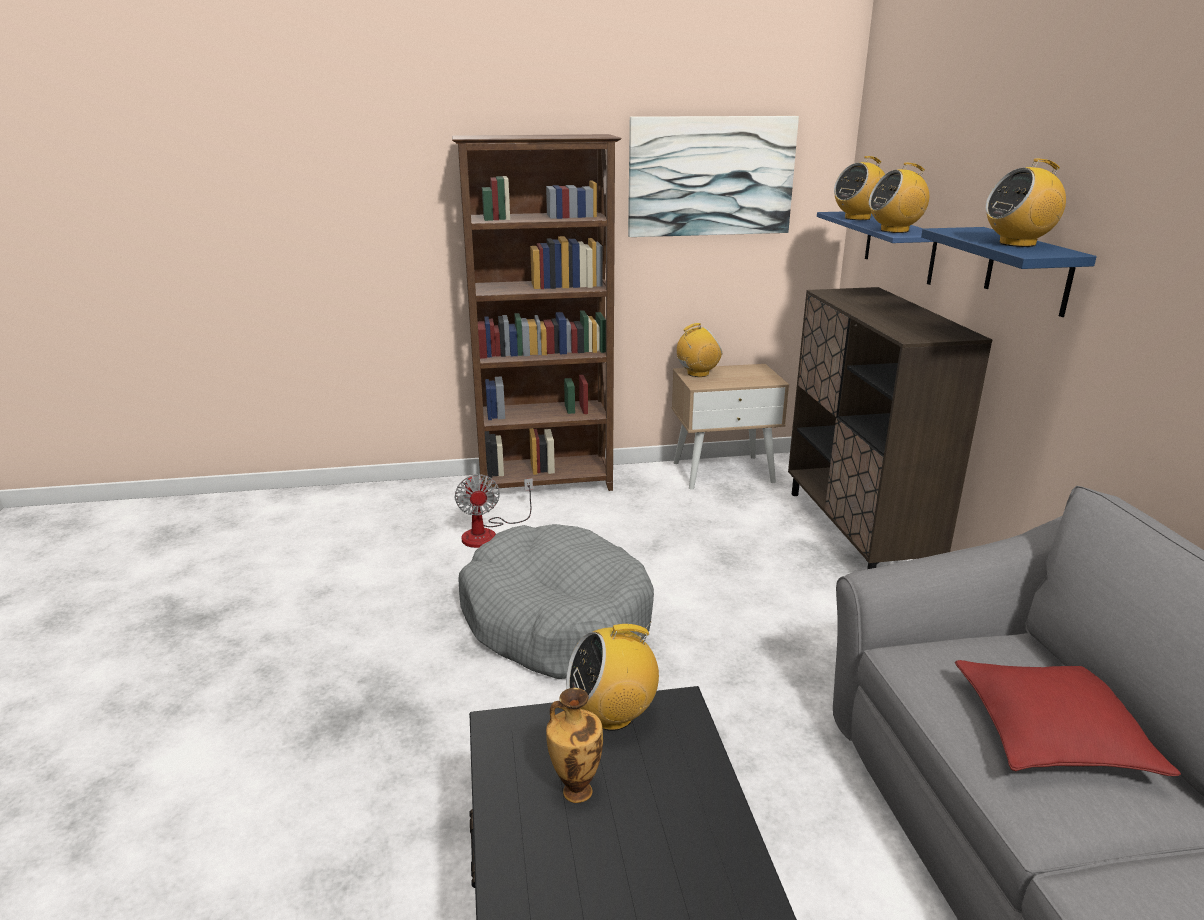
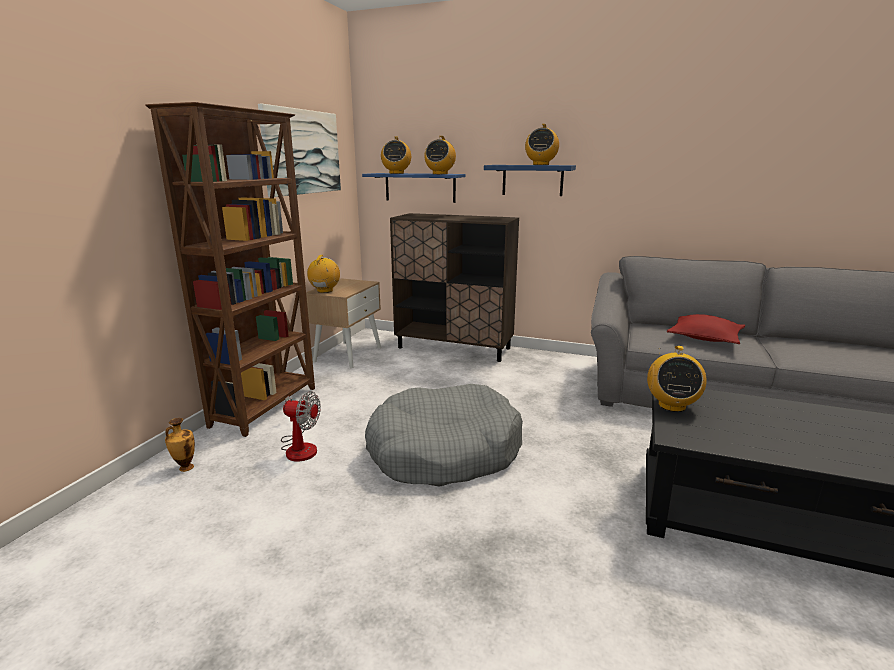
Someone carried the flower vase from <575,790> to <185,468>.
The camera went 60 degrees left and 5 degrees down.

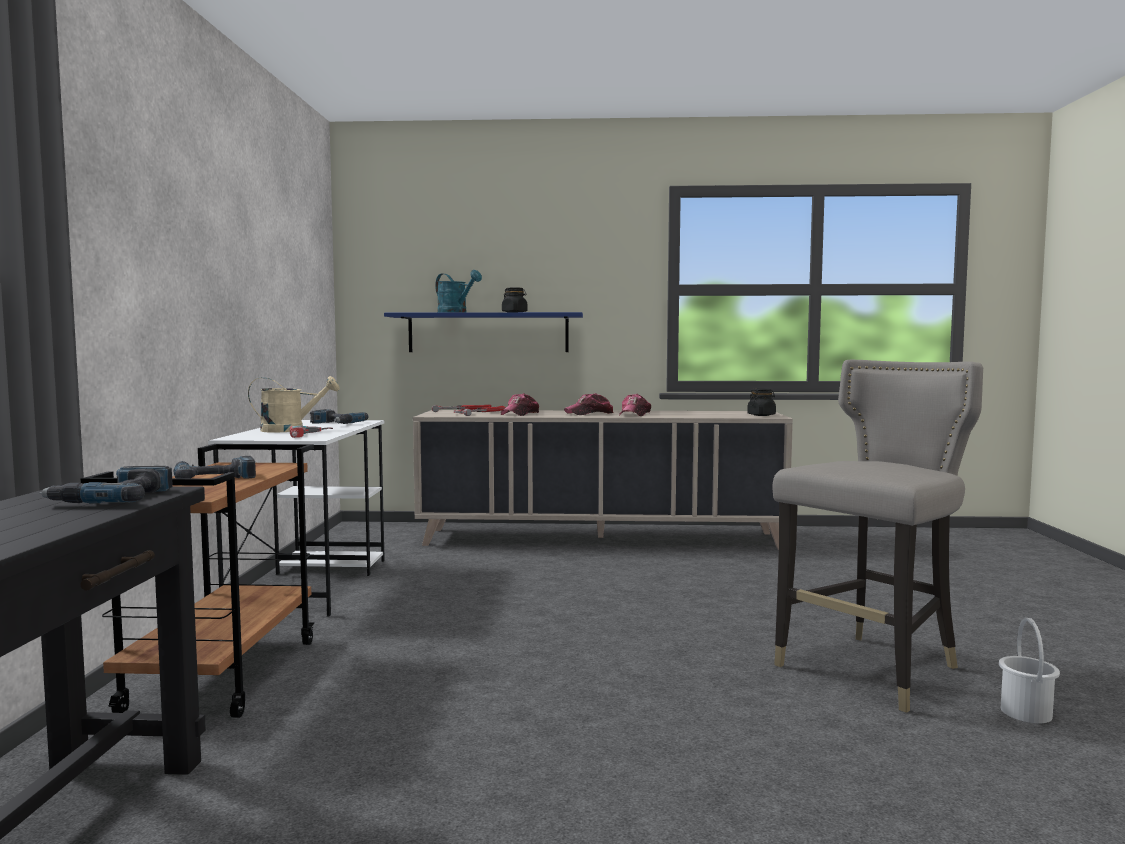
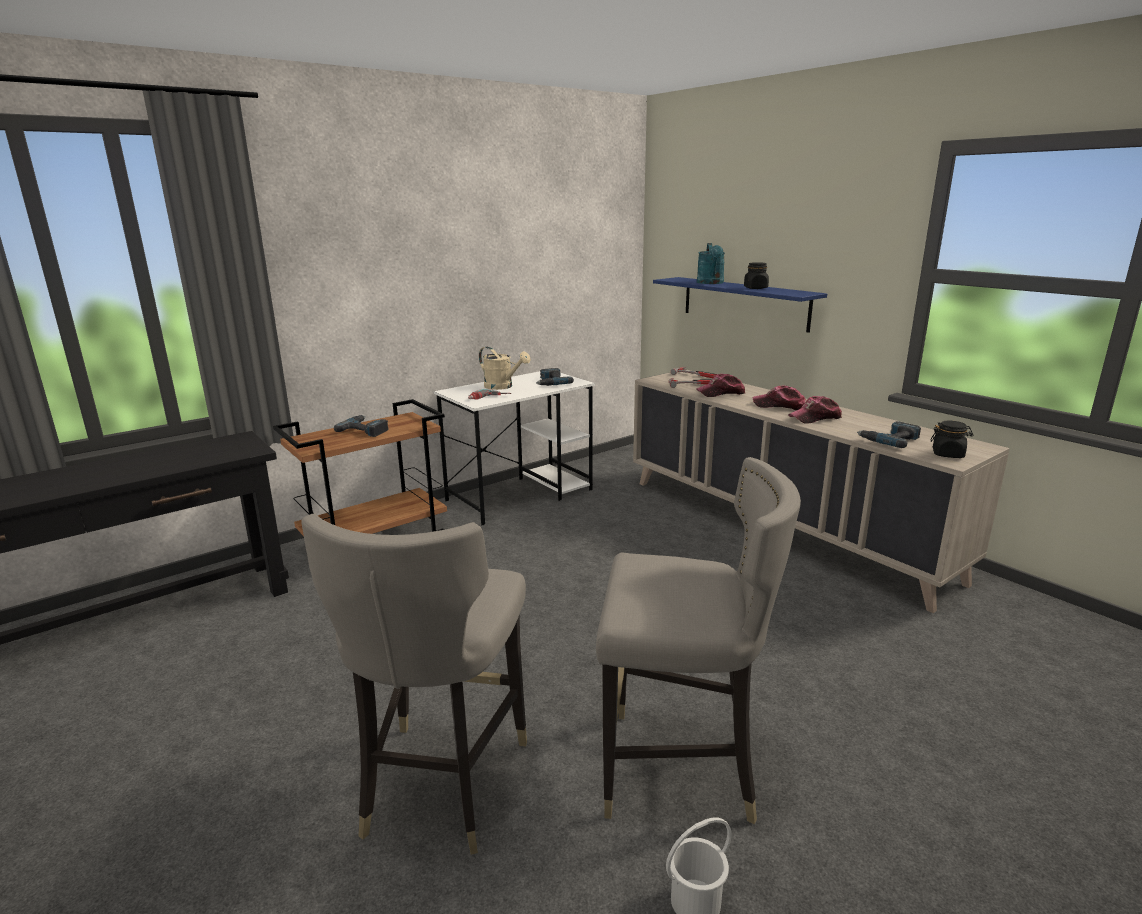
Someone carried the power drill from <114,498> to <890,440>.
Someone put down the stool seat (greyish) at <441,785>.
The camera went 50 degrees right and 15 degrees up.

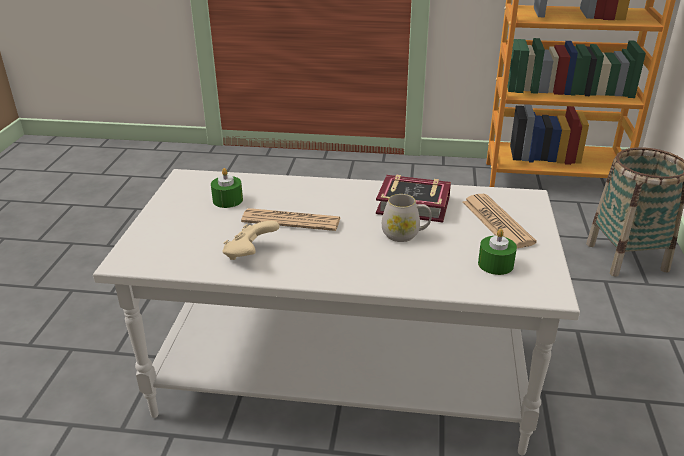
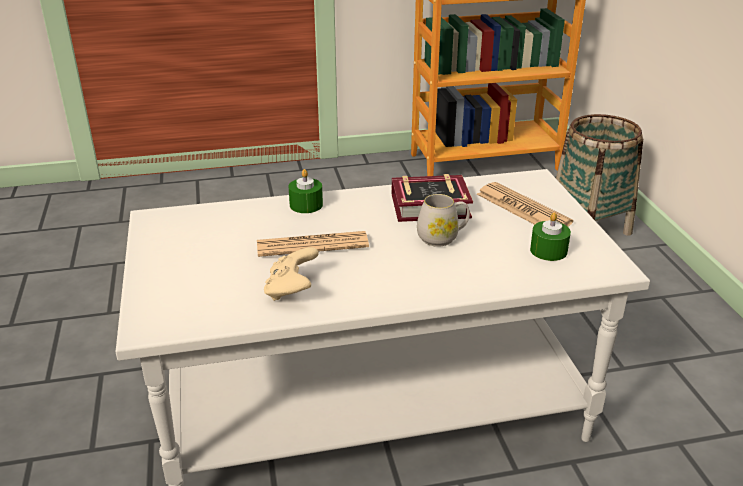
Someone carried the wax light (greenish) from <227,200> to <306,205>.
The camera went 20 degrees left and 0 degrees up.

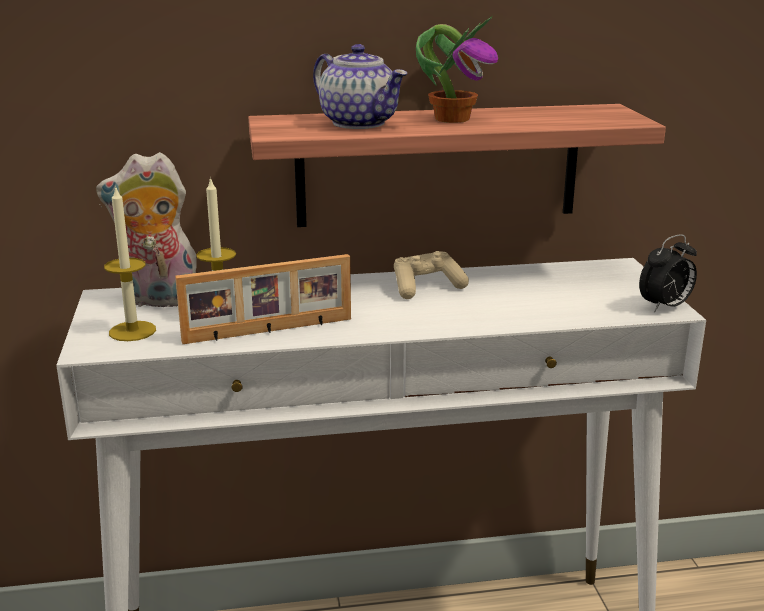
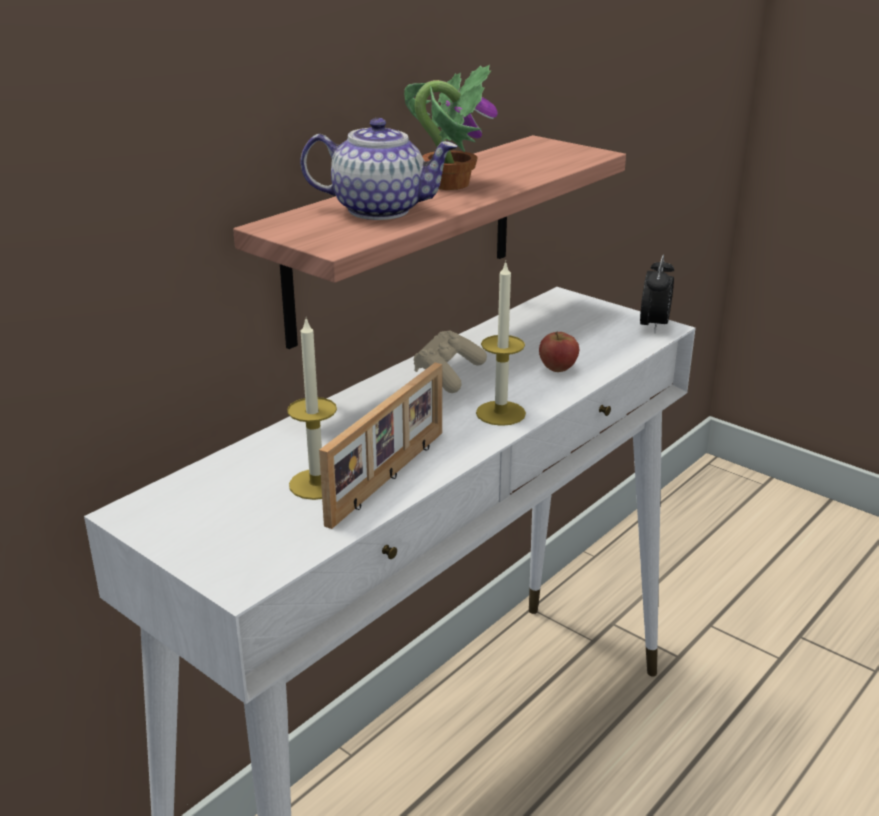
Someone took away the soft toy at <158,300>.
Someone carried the wax light from <132,331> to <500,413>.
Someone put down the whole apple at <558,368>.
The camera went 40 degrees left and 5 degrees up.

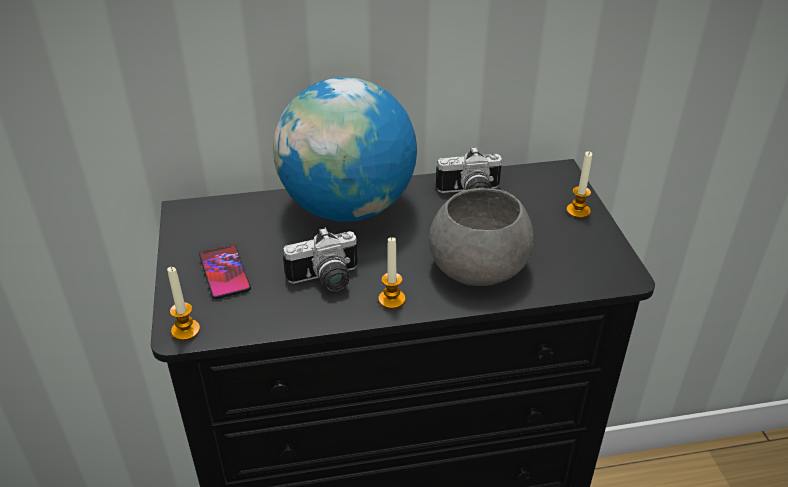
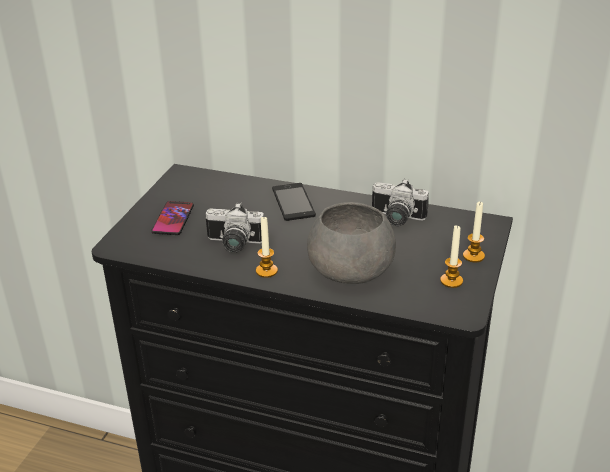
Someone swapped the globe at <347,208> for the telephone at <293,202>.
Someone carried the wax light from <185,330> to <451,281>.
The camera went 30 degrees right and 5 degrees down.

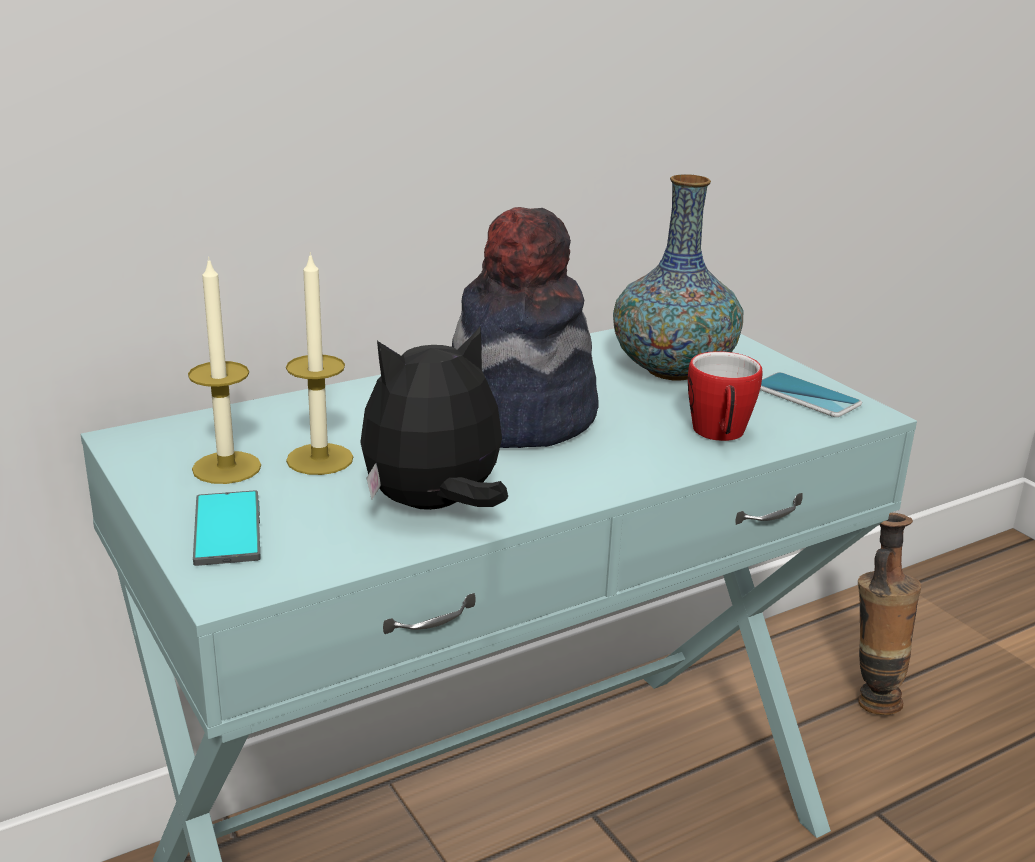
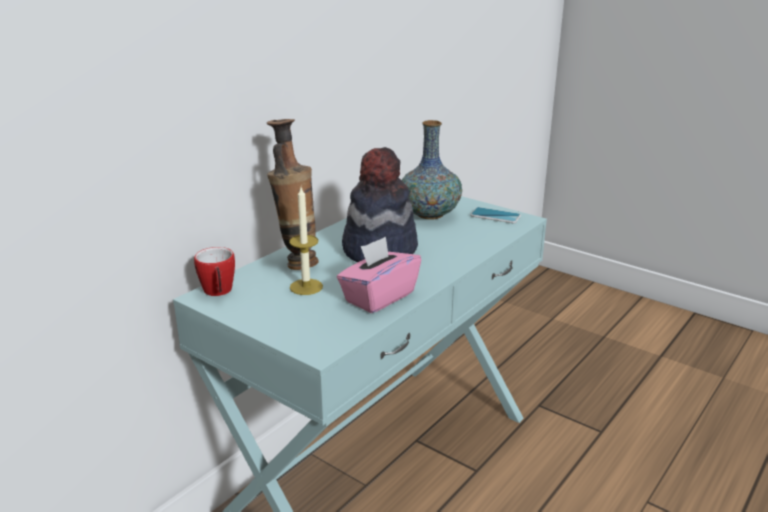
Someone took away the wax light at <226,467>.
Someone swapped the soft toy at <435,507> for the box of tissues (pink-coloured) at <379,297>.
Someone carried the mug from <719,435> to <218,292>.
Someone took away the telephone at <227,529>.
Someone carried the flower vase from <870,697> to <297,262>.
The camera went 20 degrees left and 0 degrees up.

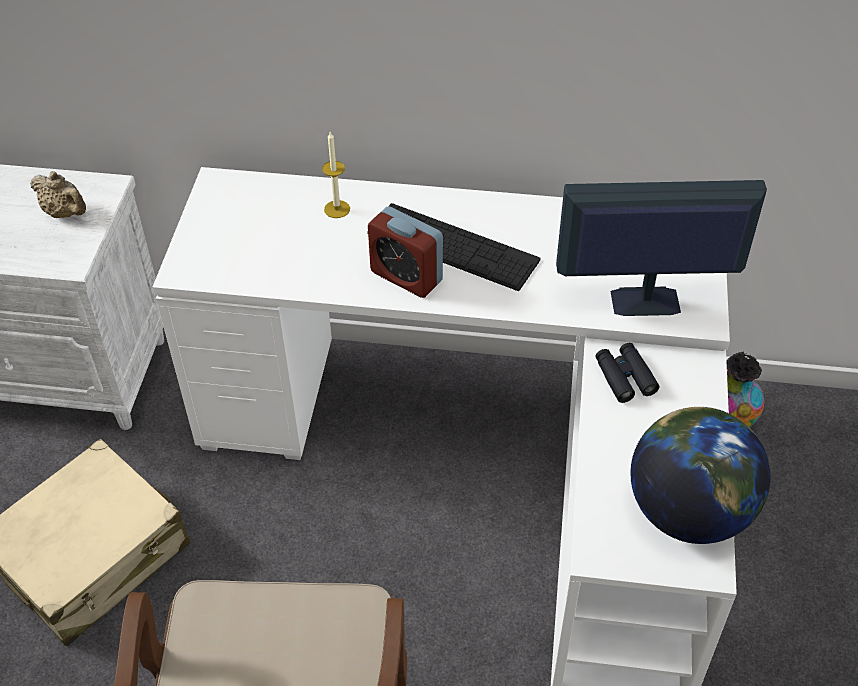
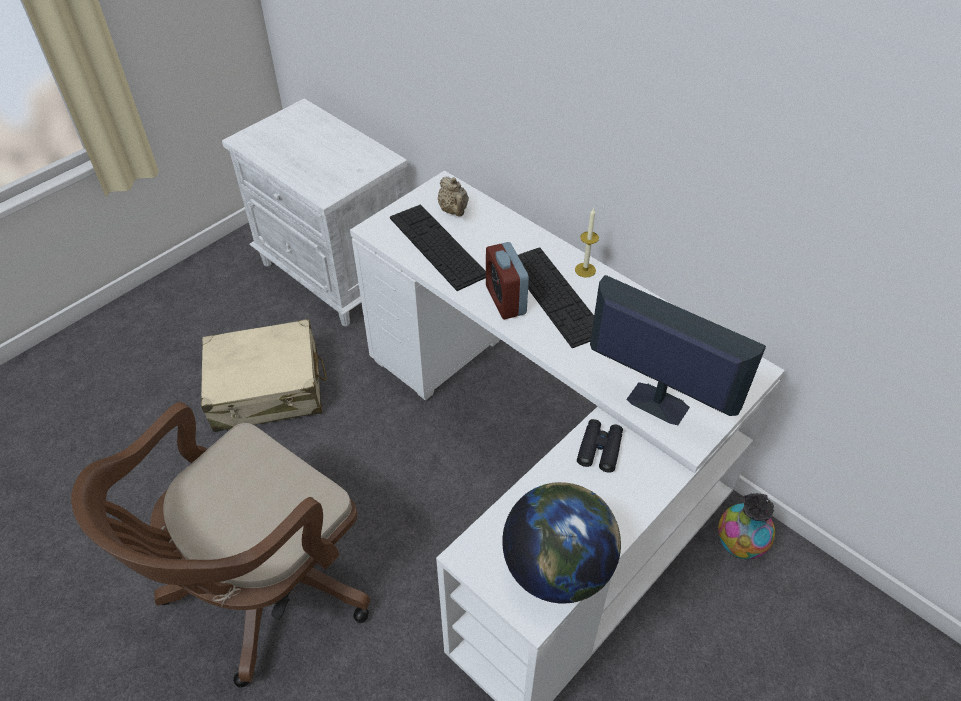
Someone carried the wax light from <337,209> to <585,270>.
Someone carried the pot for tea (beige-coloured) from <65,213> to <454,211>.
Someone put down the PC keyboard at <437,246>.
The camera went 35 degrees right and 0 degrees up.

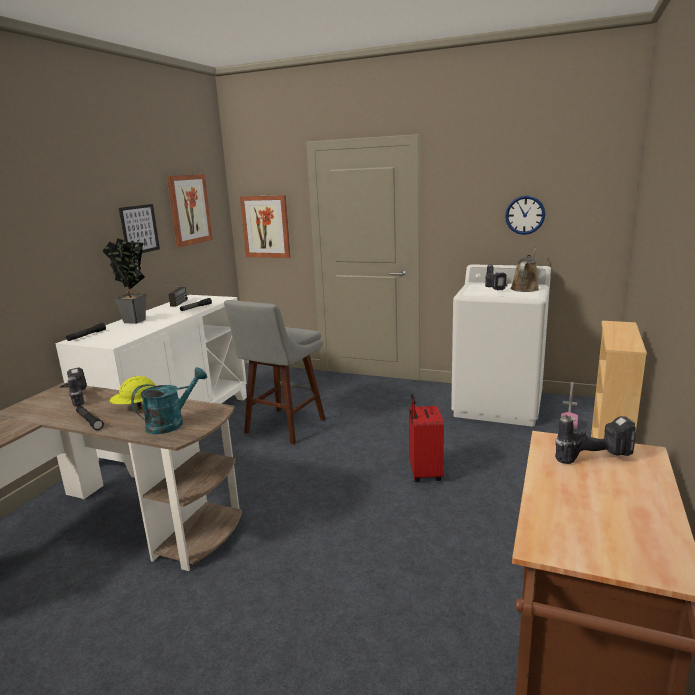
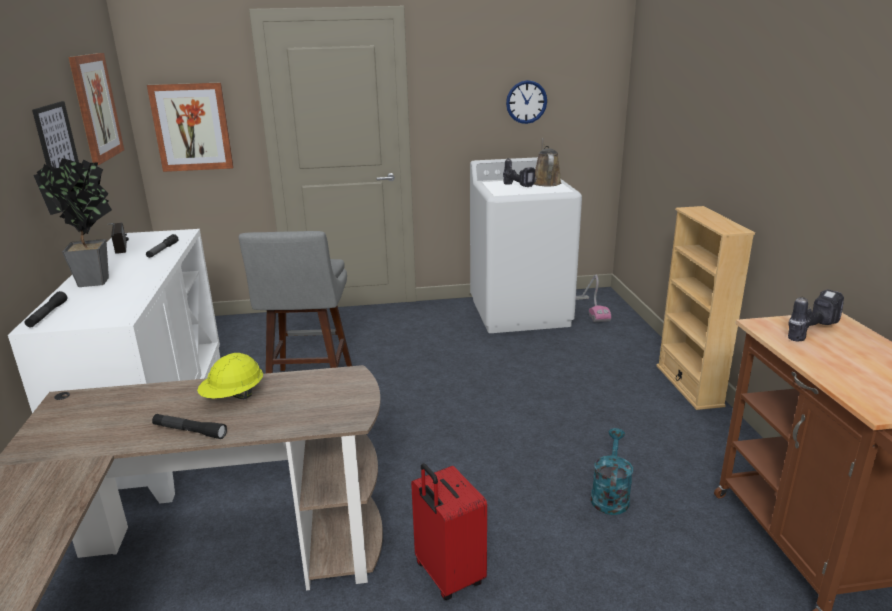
Someone took away the power drill at <77,398>.
Someone carried the watering can (turquoise) from <171,423> to <610,495>.
Someone carried the suitcase (red) from <424,473> to <447,575>.
The camera went 30 degrees left and 5 degrees up.

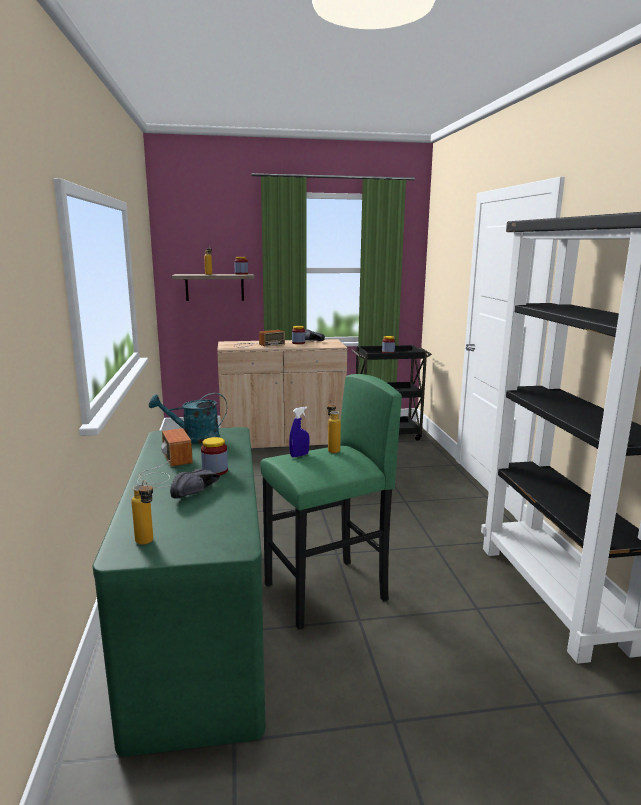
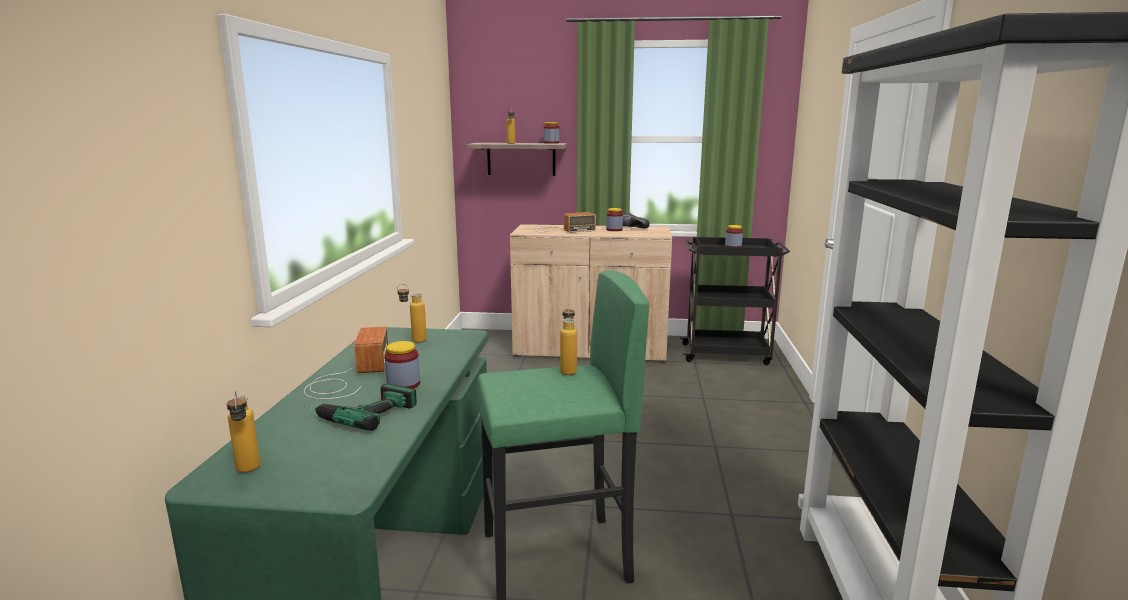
Someone swapped the watering can (turquoise) at <194,438> for the drink bottle at <413,340>.
Someone took away the spray bottle (blue-coloured) at <299,455>.
Someone swapped the item of footwear (black) at <197,493> for the power drill at <359,411>.
The camera went 15 degrees right and 0 degrees up.

